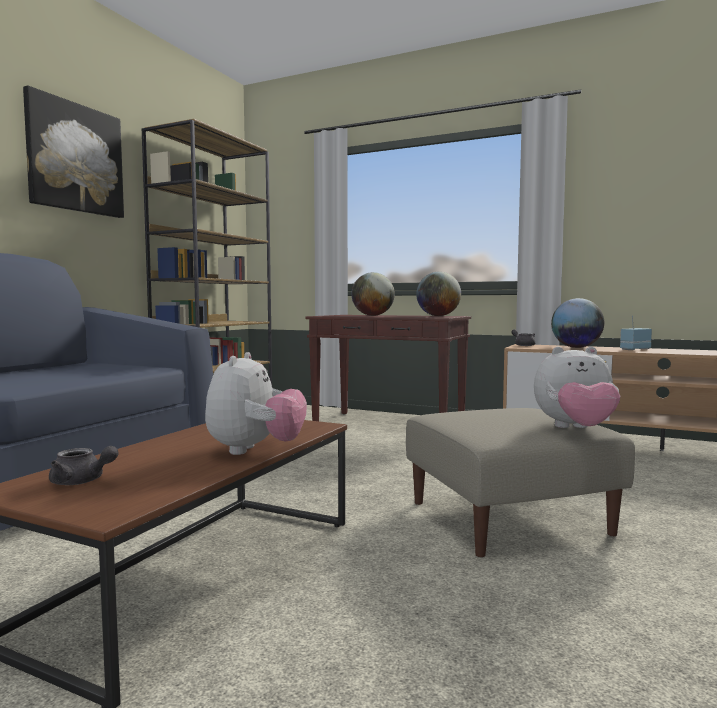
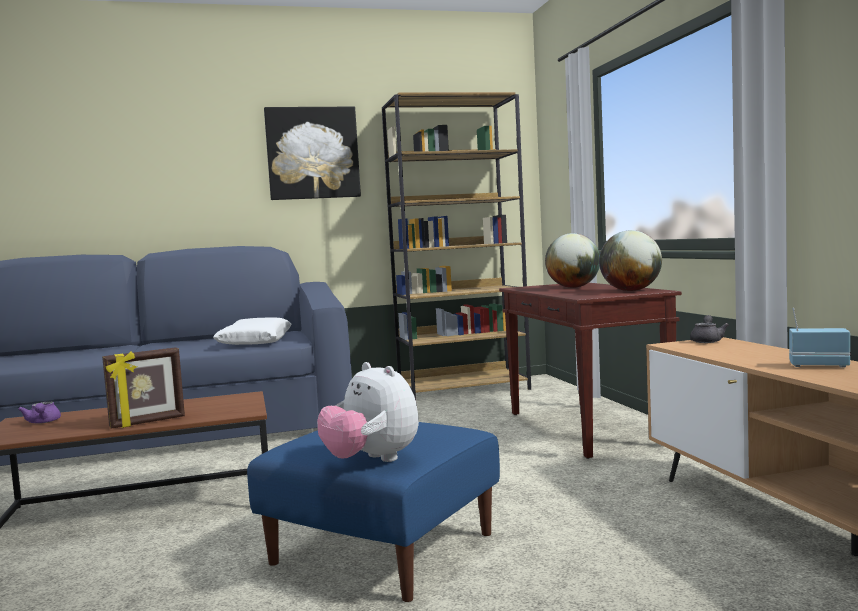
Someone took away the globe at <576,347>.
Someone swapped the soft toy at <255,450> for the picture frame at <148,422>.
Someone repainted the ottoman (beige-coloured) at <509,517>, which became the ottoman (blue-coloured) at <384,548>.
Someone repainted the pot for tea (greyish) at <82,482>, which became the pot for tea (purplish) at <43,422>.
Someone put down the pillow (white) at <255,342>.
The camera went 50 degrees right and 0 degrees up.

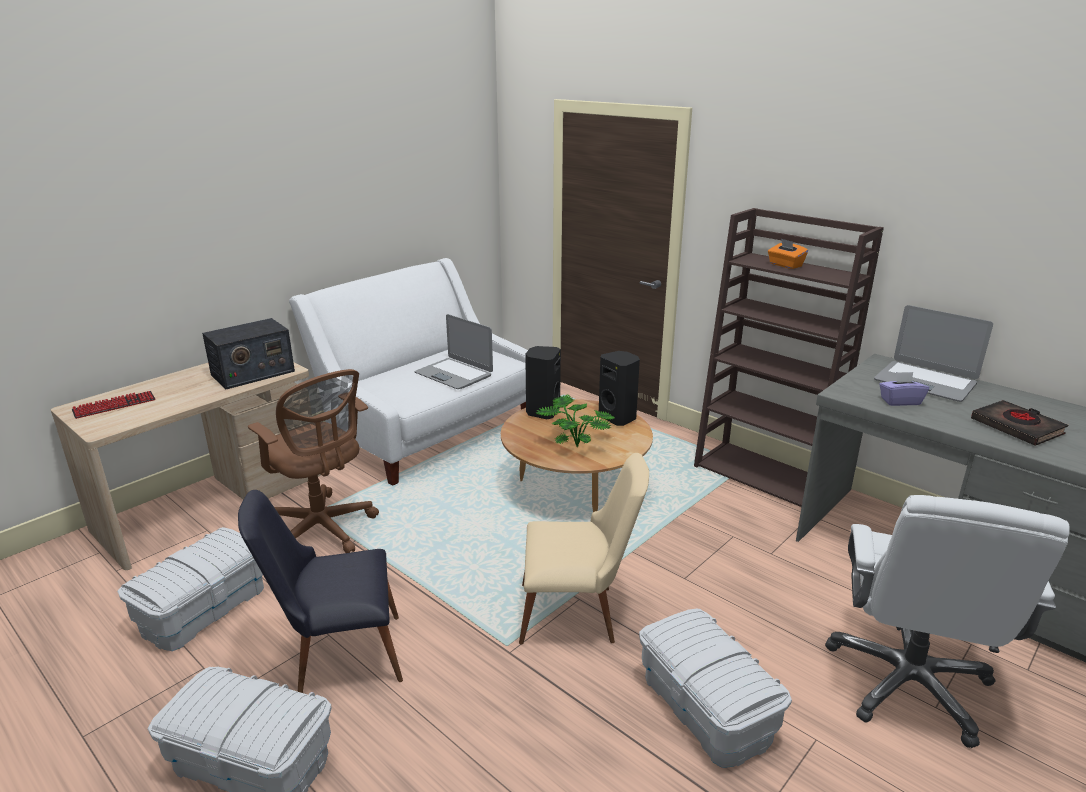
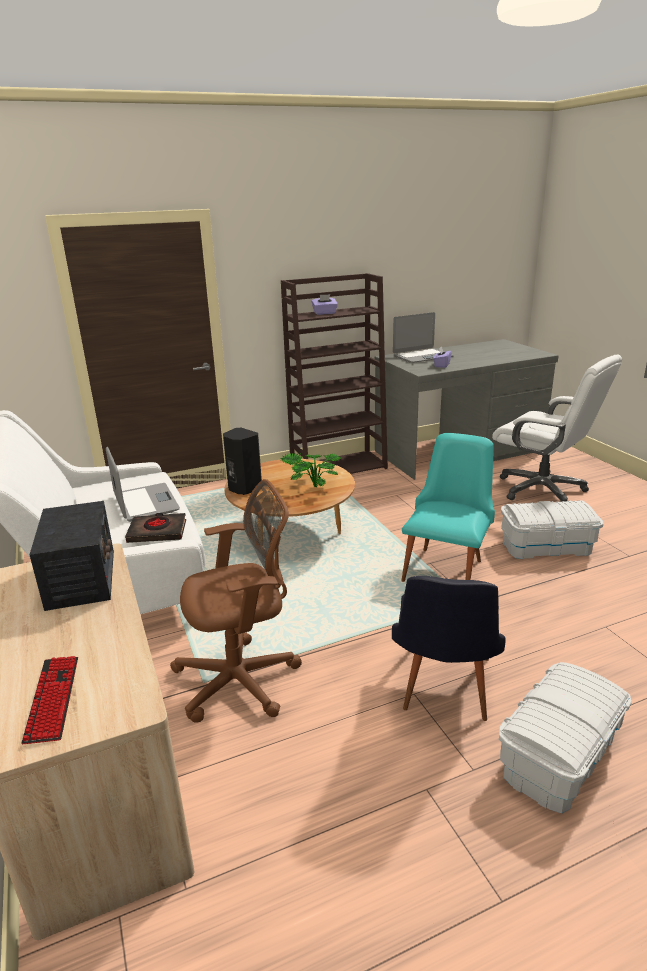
Someone repainted the box of tissues (orangey) at <785,265>, which became the box of tissues (purplish) at <325,313>.
Someone rotated the portable computer at <454,374> by 90 degrees counterclockwise.
Someone took away the loudspeaker (black) at <618,418>.
Someone carried the book (black) from <1017,427> to <157,532>.
Someone repainted the upright chair (beige-coloured) at <578,615>, which became the upright chair (turquoise) at <447,567>.
Someone took away the storage bin (white) at <203,608>.
The camera went 65 degrees left and 0 degrees up.

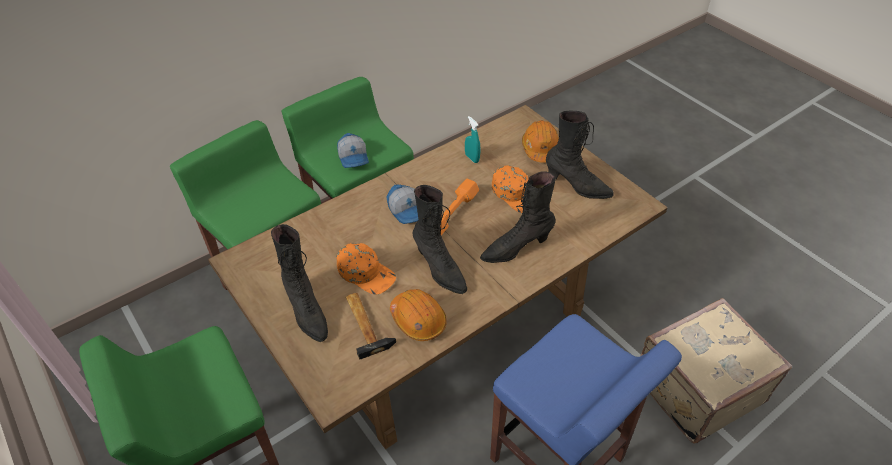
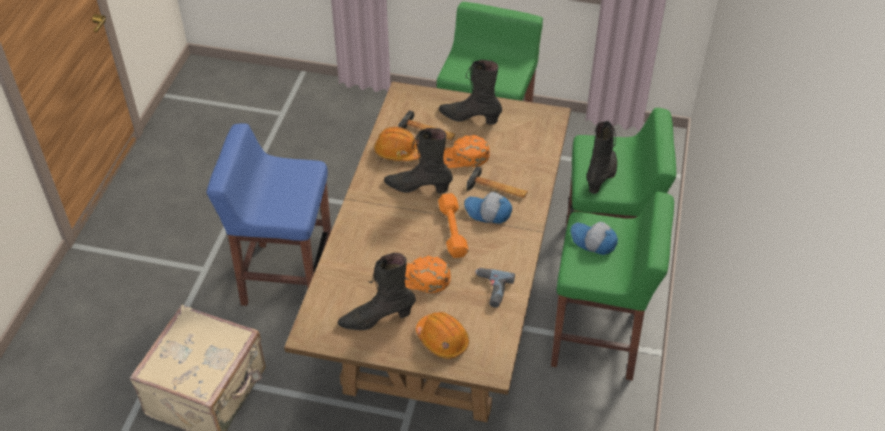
Someone swapped the spray bottle (turquoise) at <472,158> for the power drill at <491,290>.
Someone carried the boot (black) from <515,248> to <602,177>.
Someone put down the hammer at <497,189>.
The camera went 140 degrees right and 0 degrees up.

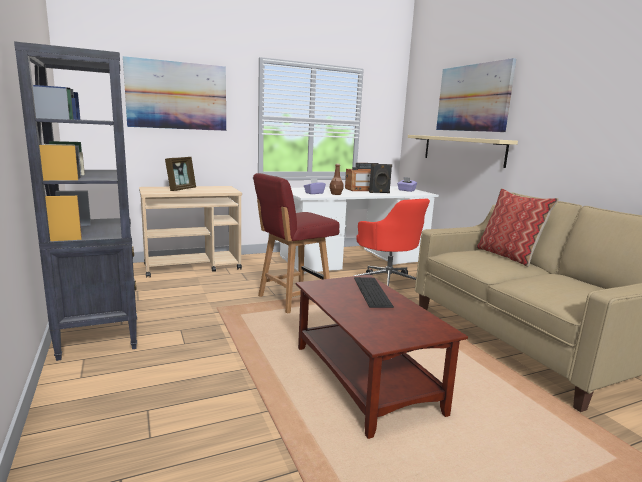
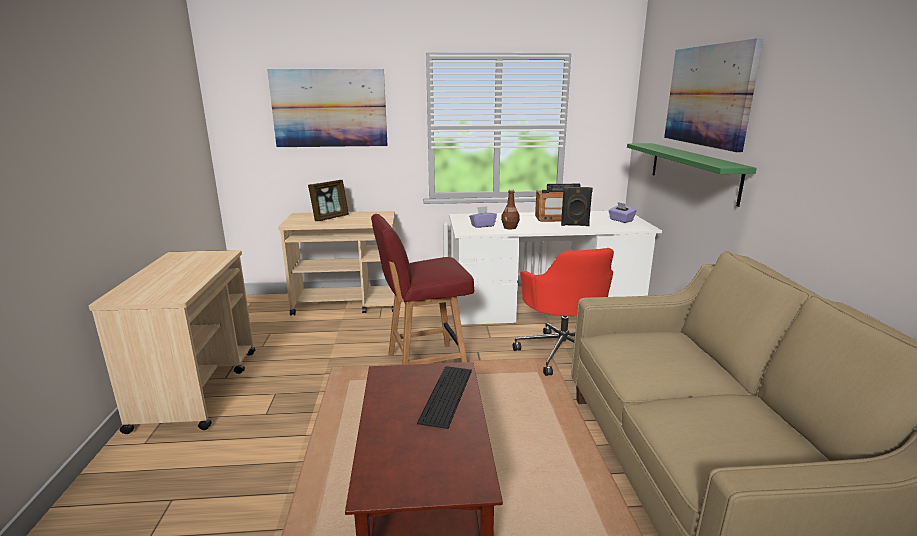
Someone swapped the bookcase (black) at <100,333> for the cart (beige-coloured) at <198,387>.
Someone repainted the wall shelf (beige-coloured) at <462,150>, which became the wall shelf (greenish) at <692,171>.
Someone took away the pillow at <508,256>.
The camera went 20 degrees right and 5 degrees up.

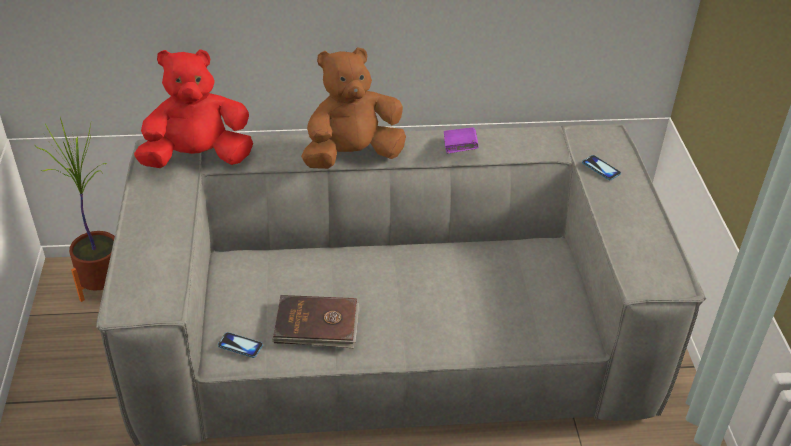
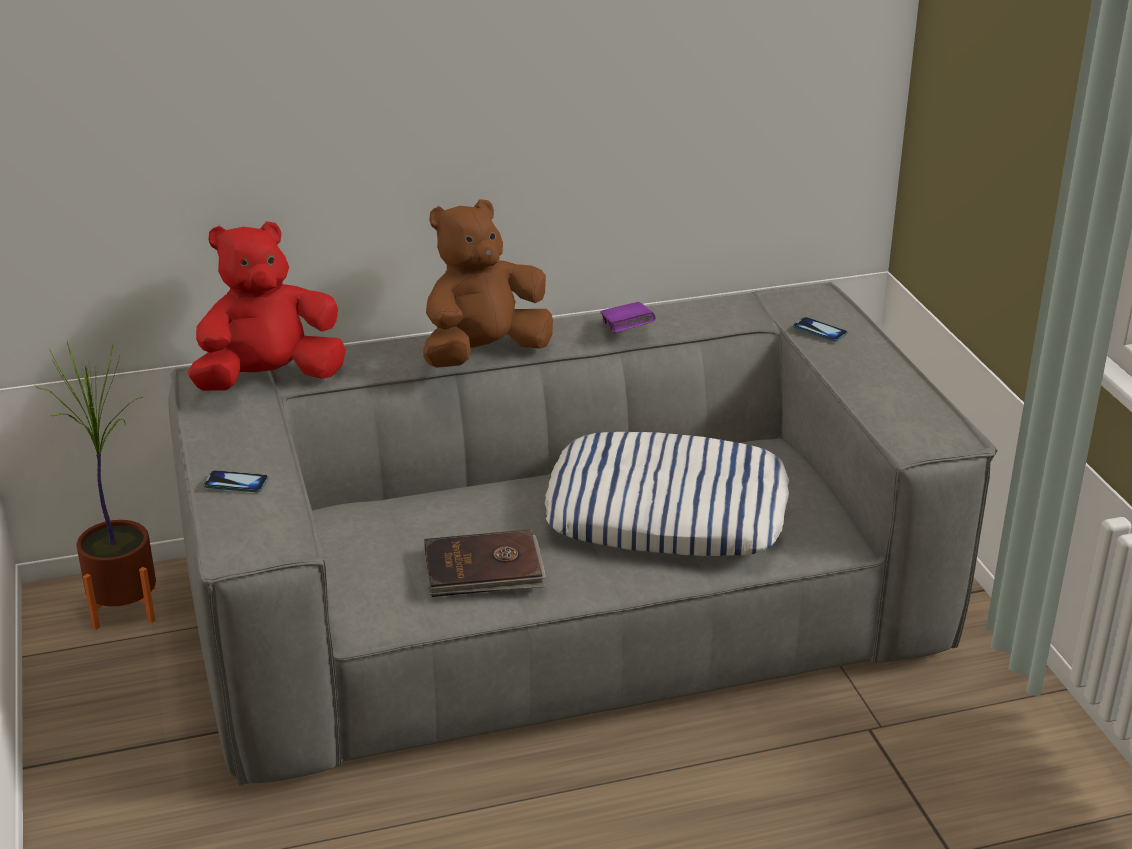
Someone carried the telephone from <240,346> to <236,483>.
Someone put down the pillow at <667,511>.
The camera went 10 degrees left and 10 degrees down.

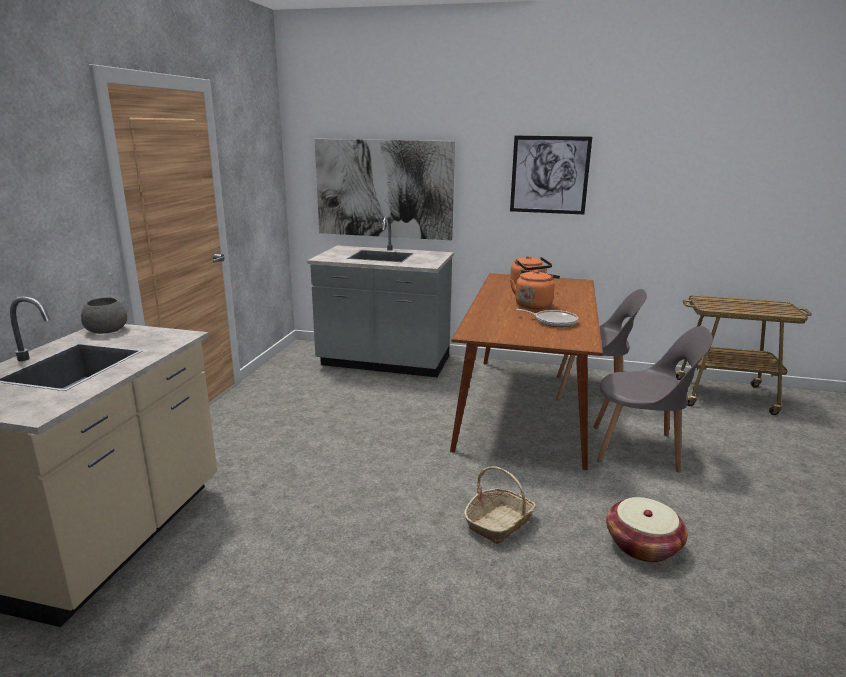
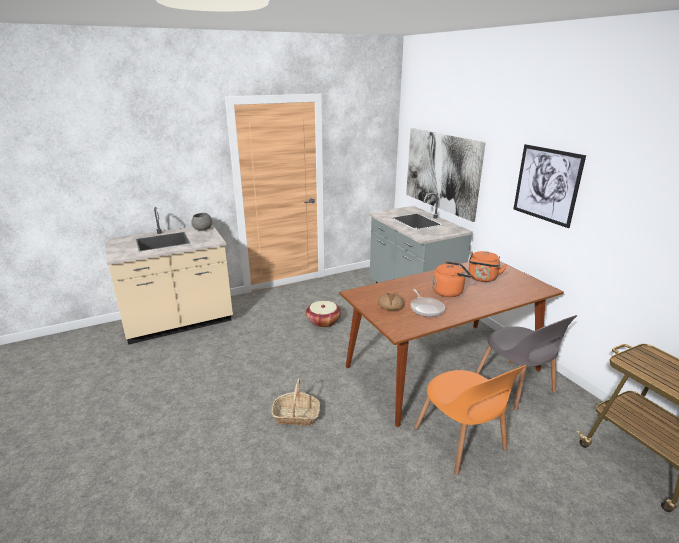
Someone repainted the upright chair (greyish) at <639,448>, which became the upright chair (orangey) at <461,441>.
Someone carried the storage basket from <642,545> to <323,321>.
Someone put down the bread at <390,306>.
The camera went 50 degrees right and 5 degrees up.

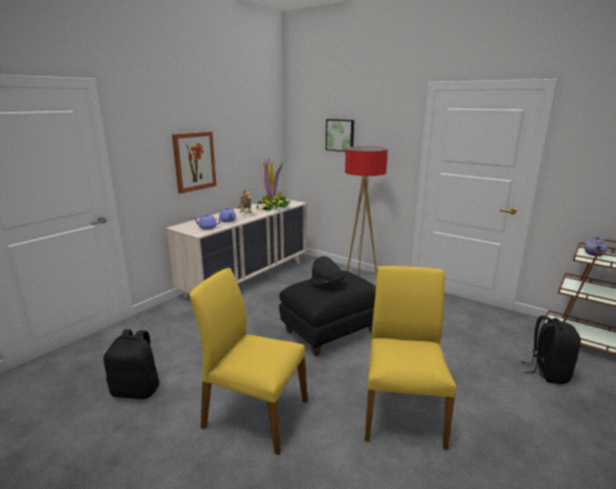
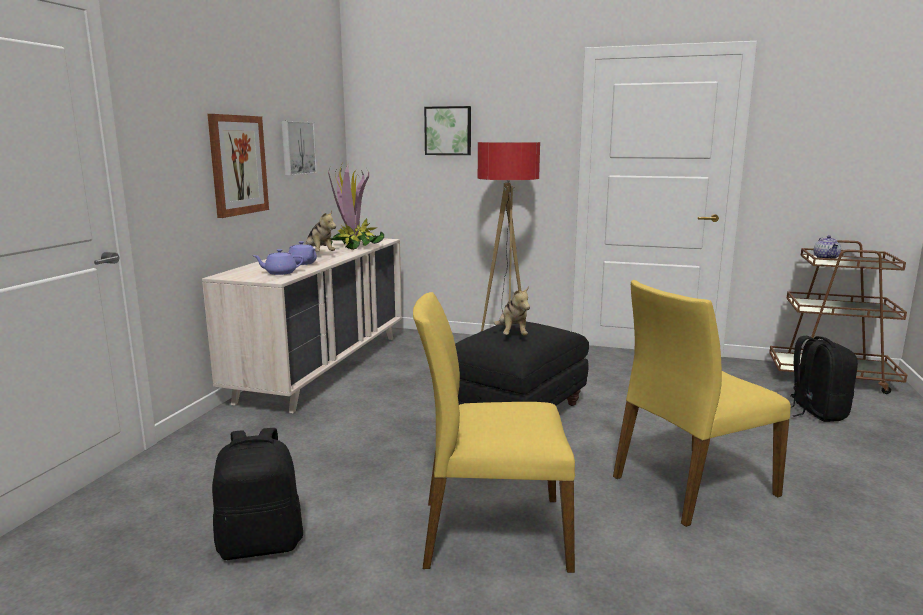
Someone swapped the hat (black) at <327,285> for the soft toy at <512,335>.
Someone rotated the upright chair (yellowish) at <402,411> by 105 degrees counterclockwise.
Someone put up the picture at <297,148>.
The camera went 20 degrees left and 5 degrees down.

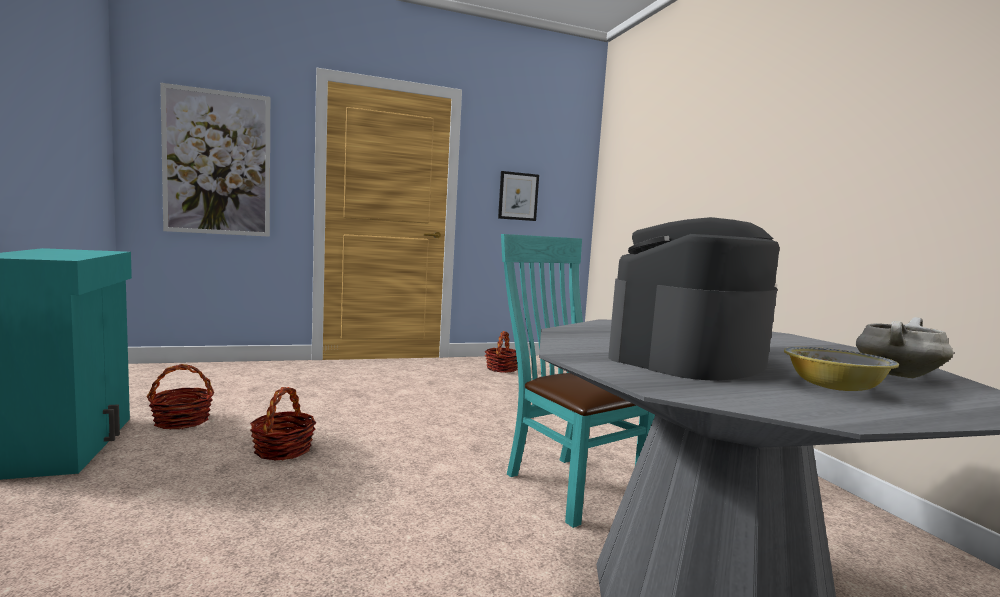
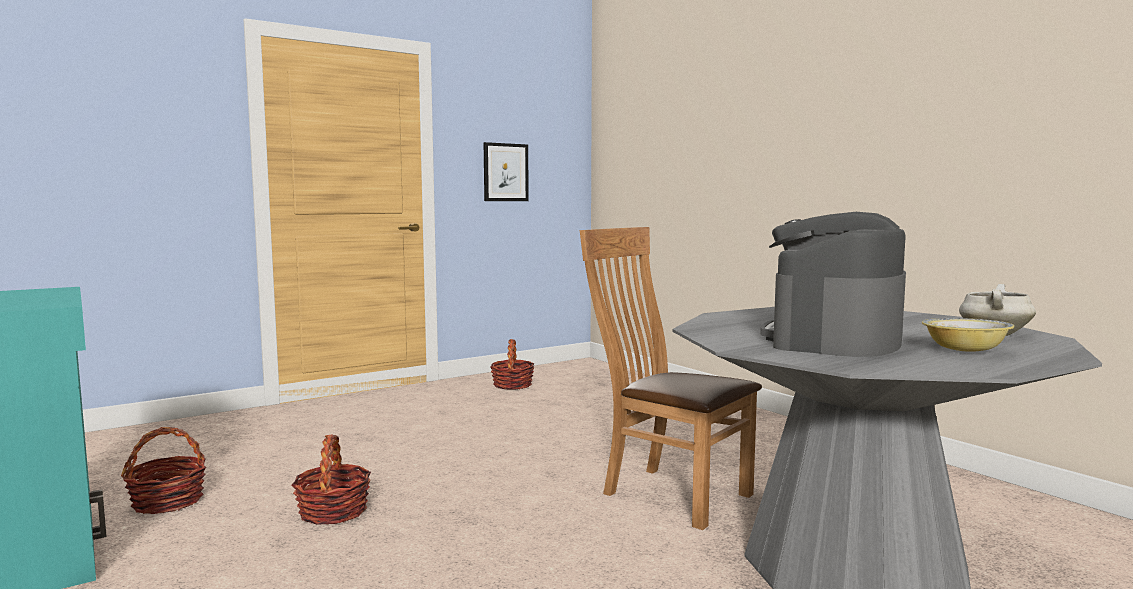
Someone took away the picture at <217,163>.
Someone repainted the upright chair (turquoise) at <566,484>, which became the upright chair (brownish) at <668,493>.
The camera went 15 degrees left and 0 degrees up.

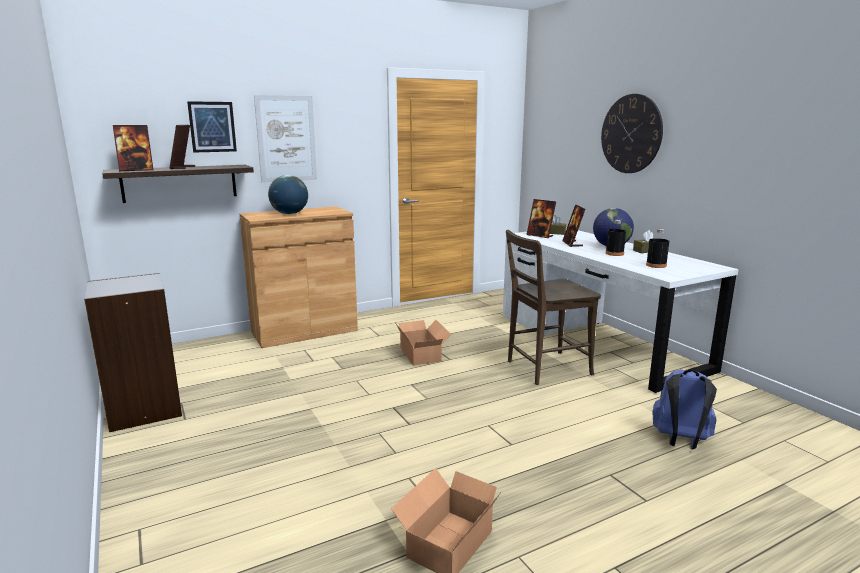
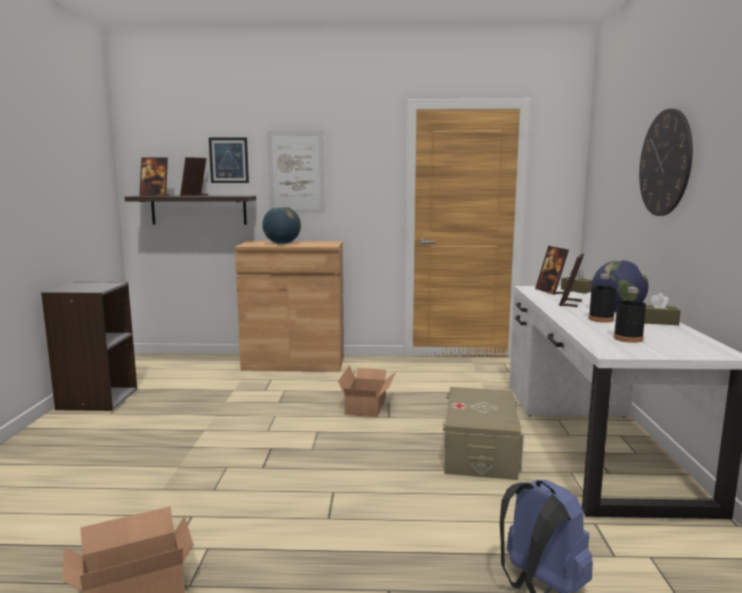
Someone swapped the upright chair (brownish) at <544,368> for the storage bin (beige-coloured) at <480,451>.
The camera went 30 degrees right and 5 degrees down.

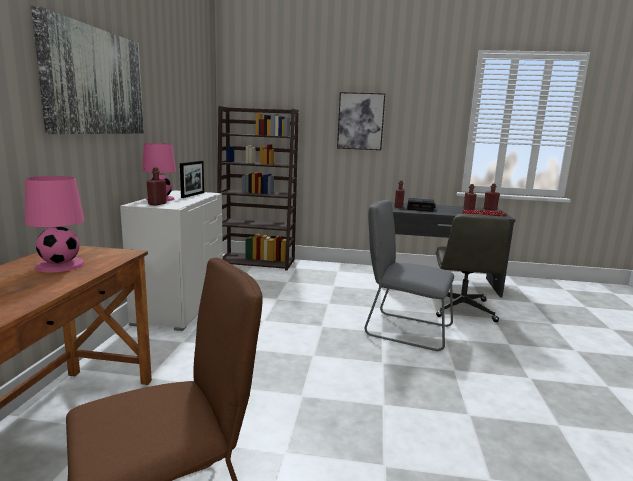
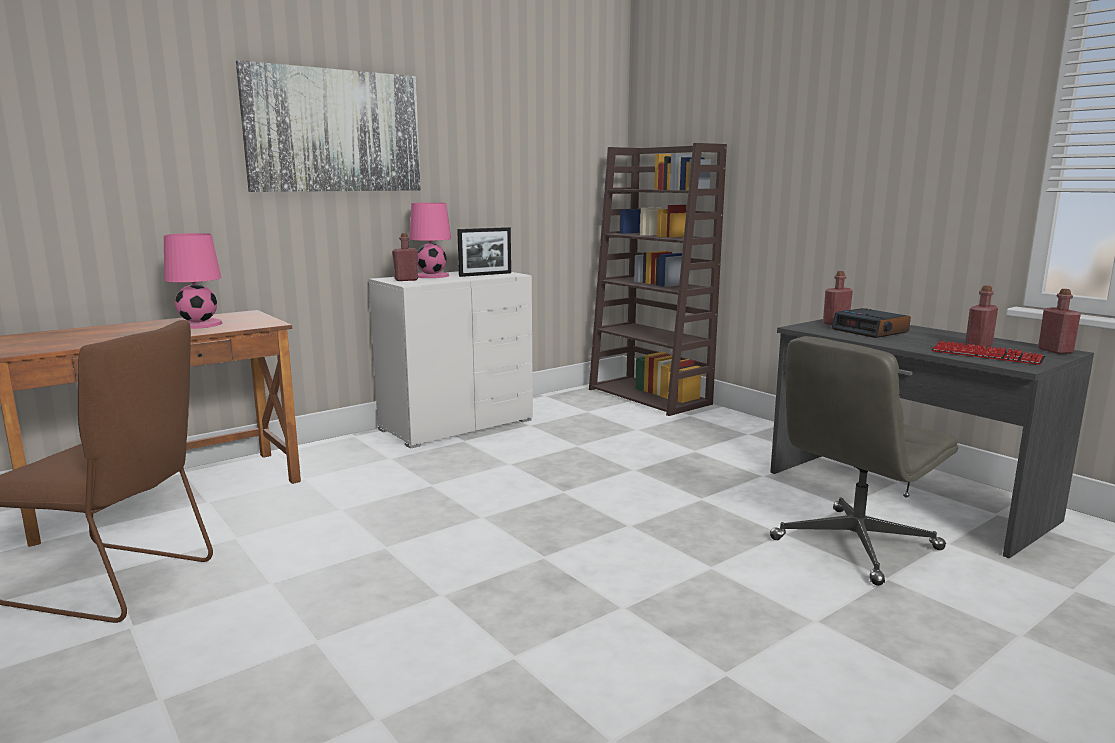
Someone took away the picture at <360,121>.
Someone took away the upright chair (greyish) at <404,330>.
The camera went 45 degrees right and 0 degrees up.

